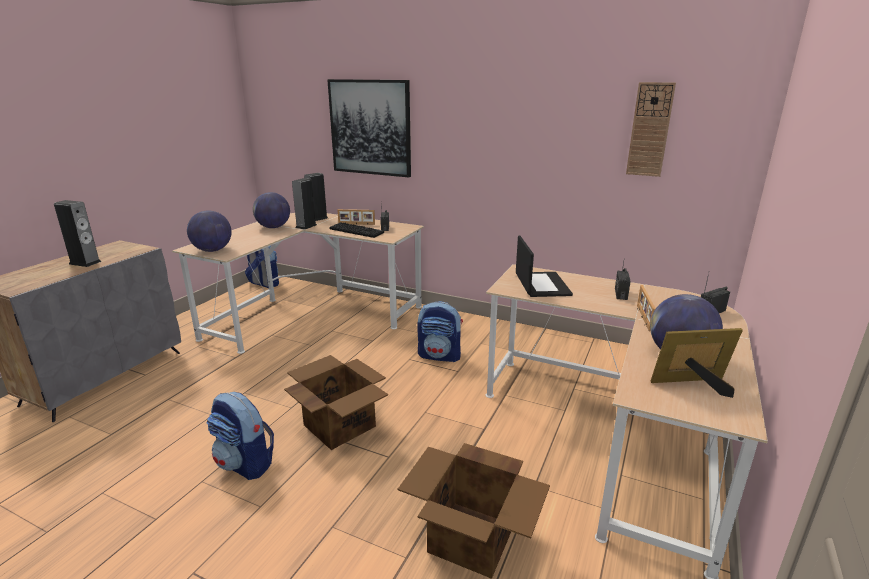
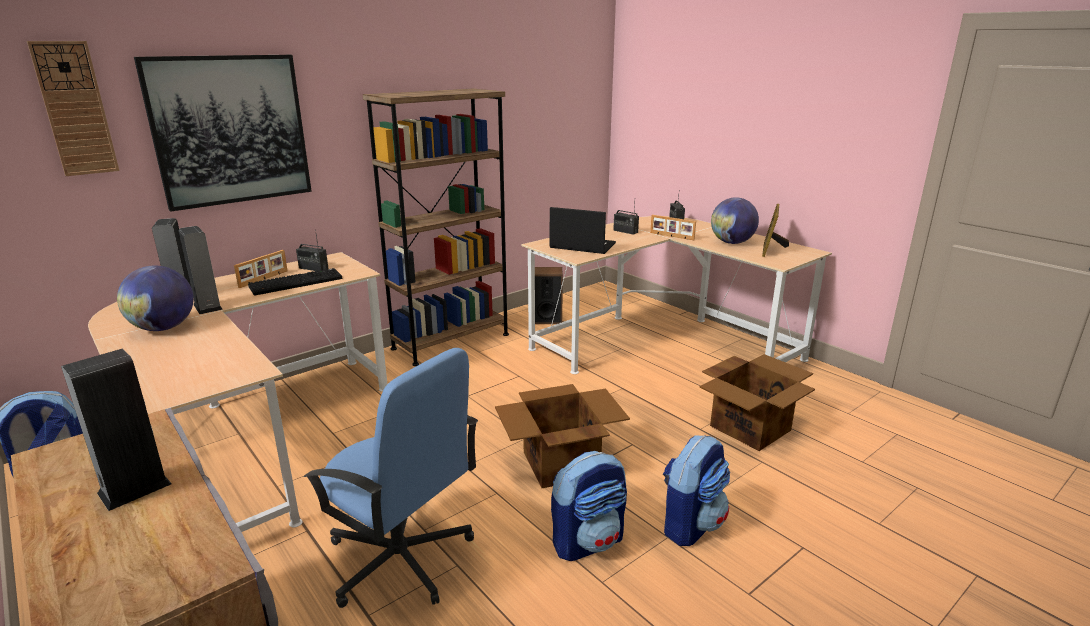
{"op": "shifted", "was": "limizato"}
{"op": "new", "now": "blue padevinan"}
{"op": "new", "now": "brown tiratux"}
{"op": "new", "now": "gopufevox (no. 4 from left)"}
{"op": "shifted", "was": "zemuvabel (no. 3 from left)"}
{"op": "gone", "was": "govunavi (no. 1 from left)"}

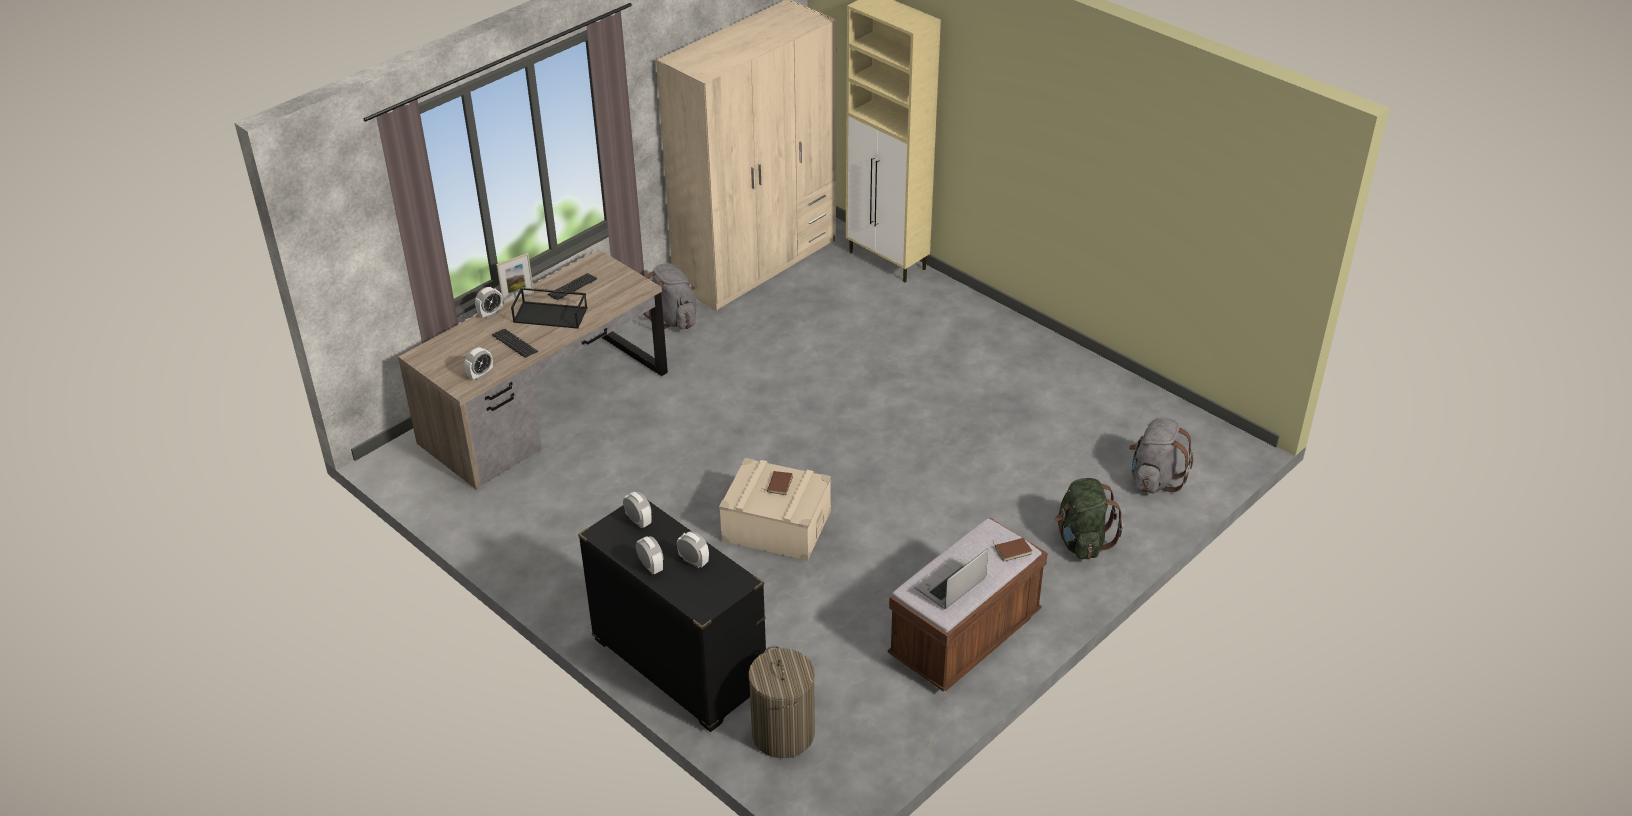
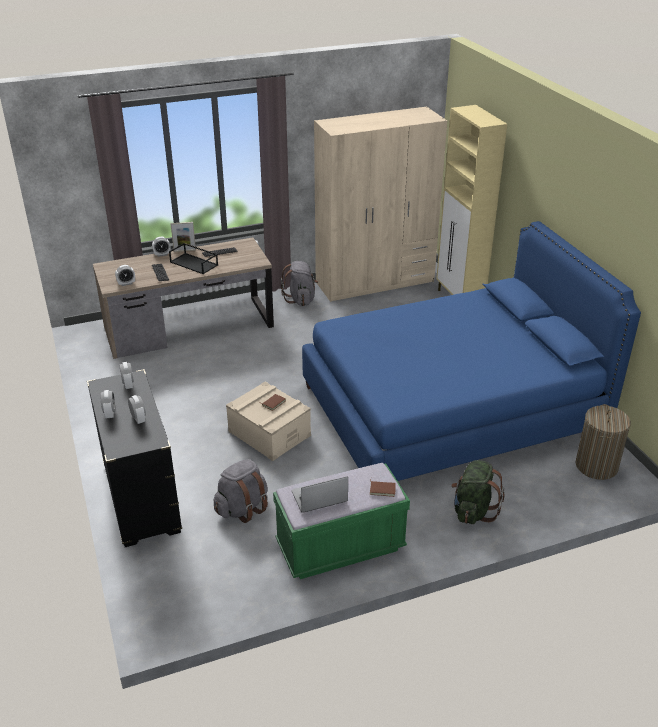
{"op": "shifted", "was": "grey zemuvabel (no. 2 from left in the first image)", "now": "grey zemuvabel (no. 1 from left)"}
{"op": "repainted", "was": "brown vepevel", "now": "green vepevel"}
{"op": "new", "now": "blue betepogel"}
{"op": "shifted", "was": "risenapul"}

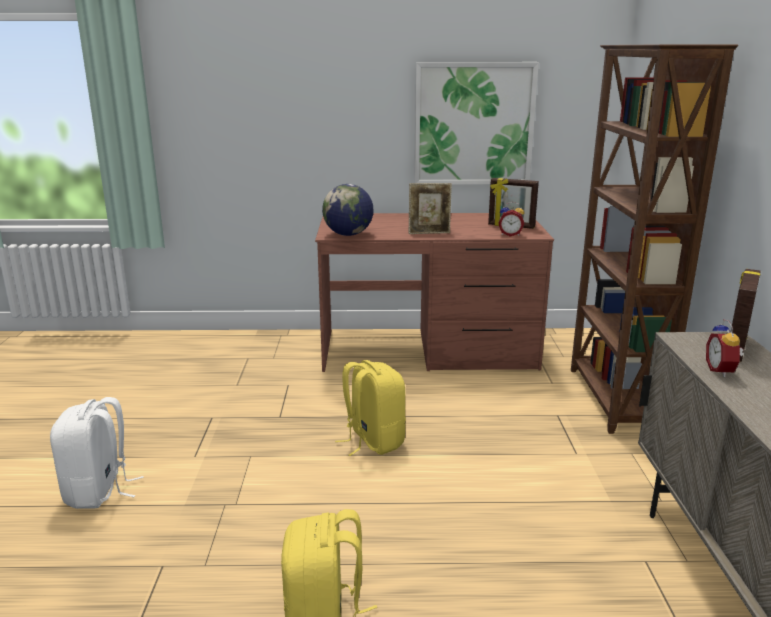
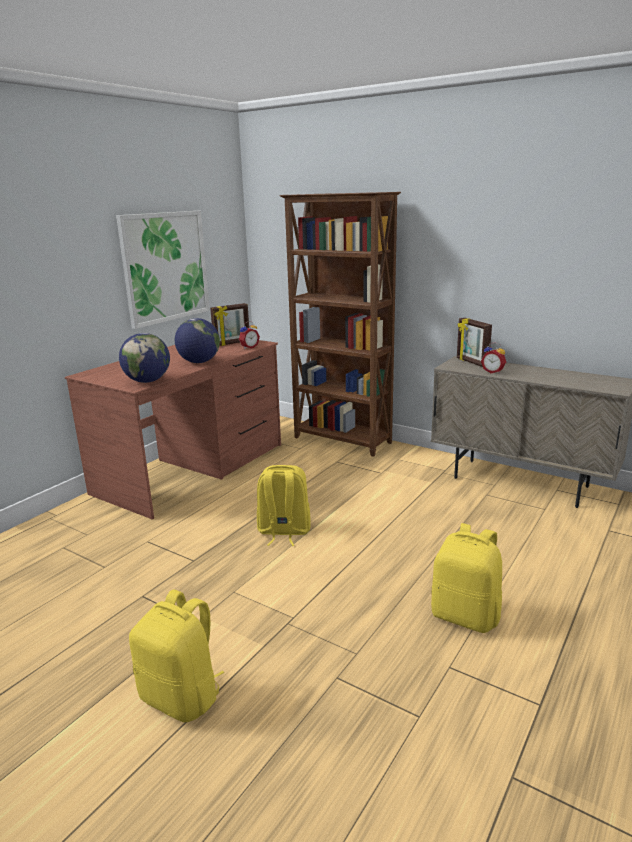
{"op": "repainted", "was": "white zemuvabel", "now": "yellow zemuvabel (no. 1 from left)"}
{"op": "swapped", "was": "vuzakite (no. 1 from left)", "now": "govunavi (no. 2 from left)"}

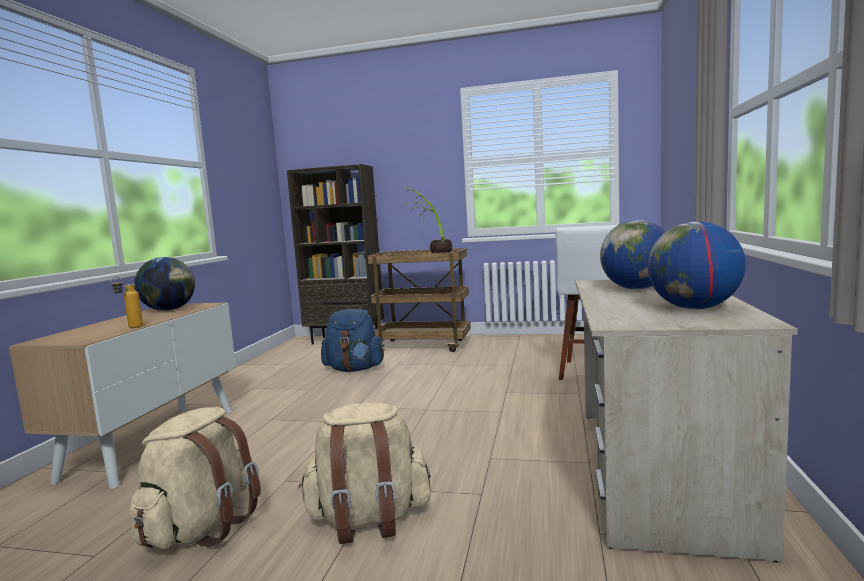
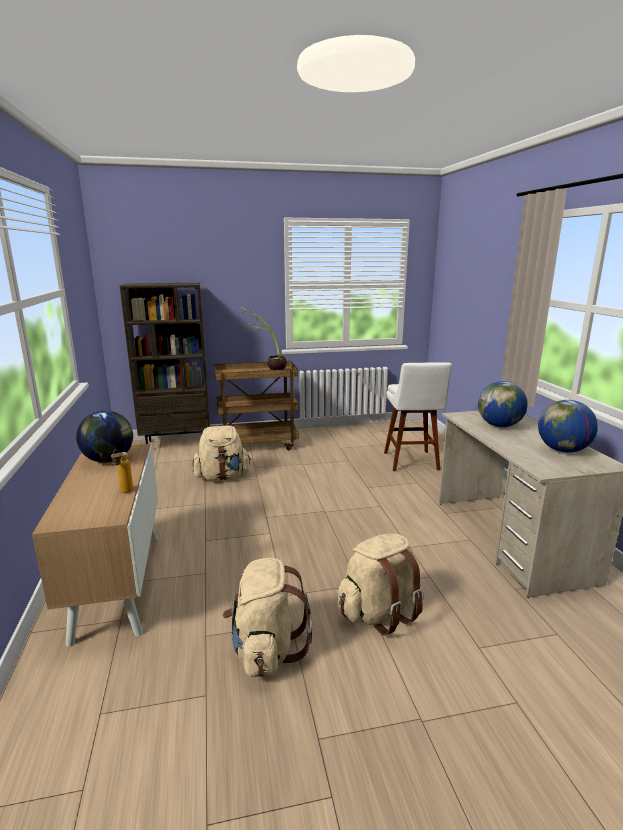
{"op": "repainted", "was": "blue zemuvabel", "now": "beige zemuvabel (no. 1 from left)"}

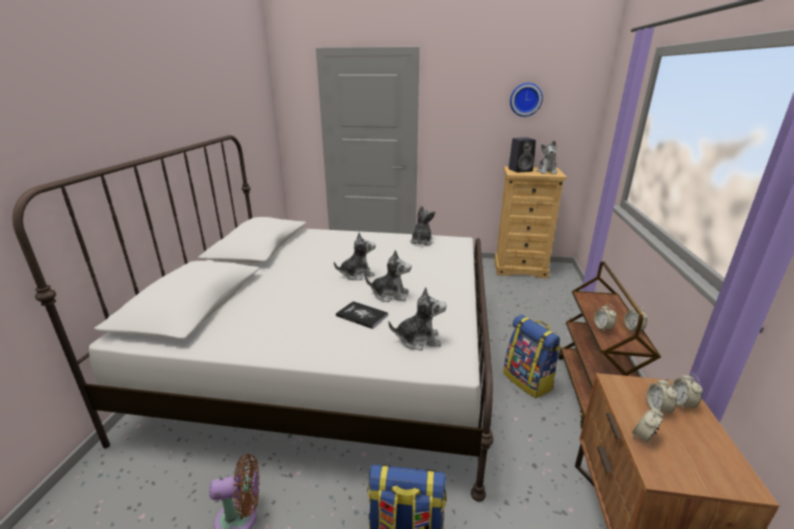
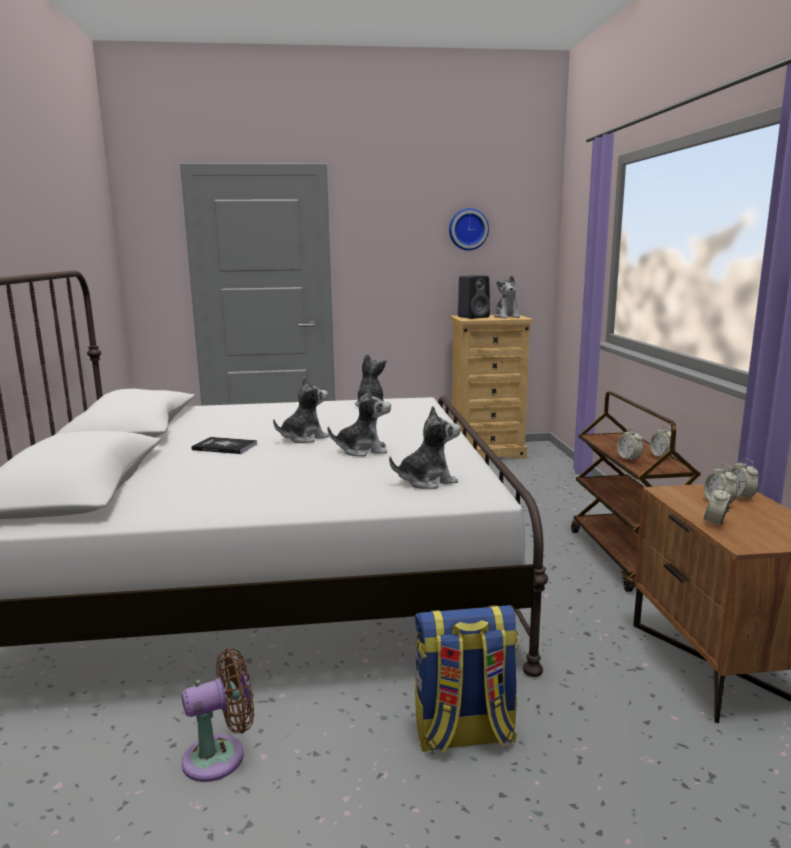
{"op": "shifted", "was": "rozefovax"}
{"op": "gone", "was": "zemuvabel (no. 2 from left)"}

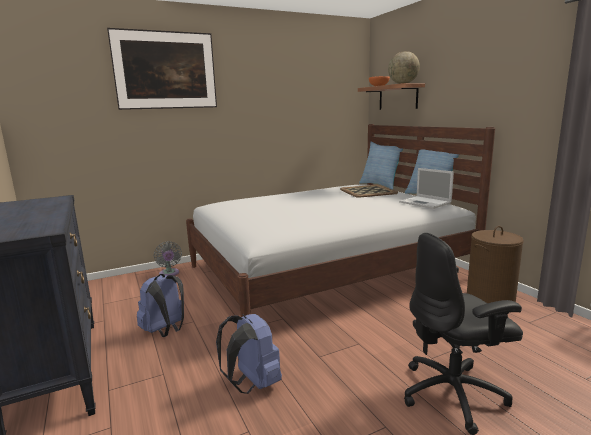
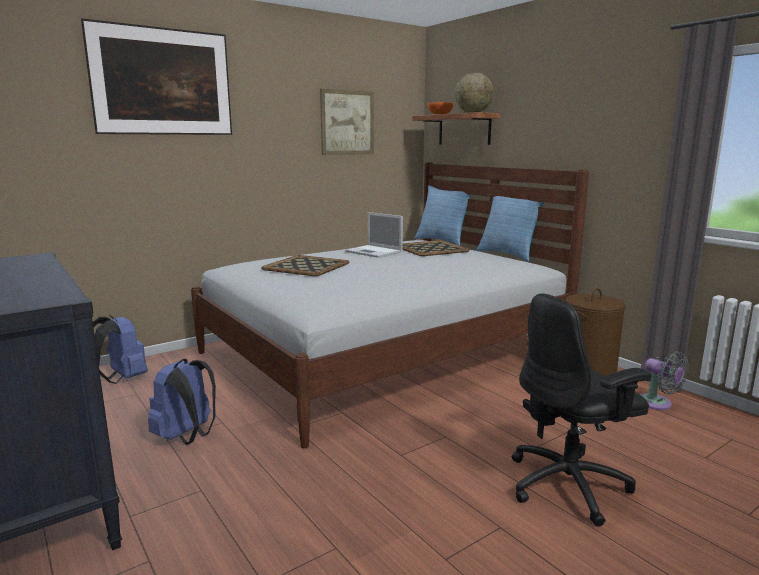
{"op": "shifted", "was": "blue zemuvabel (no. 2 from left in the first image)", "now": "blue zemuvabel (no. 1 from left)"}
{"op": "new", "now": "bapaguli (no. 1 from left)"}
{"op": "new", "now": "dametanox (no. 2 from left)"}
{"op": "shifted", "was": "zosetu"}
{"op": "shifted", "was": "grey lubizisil"}

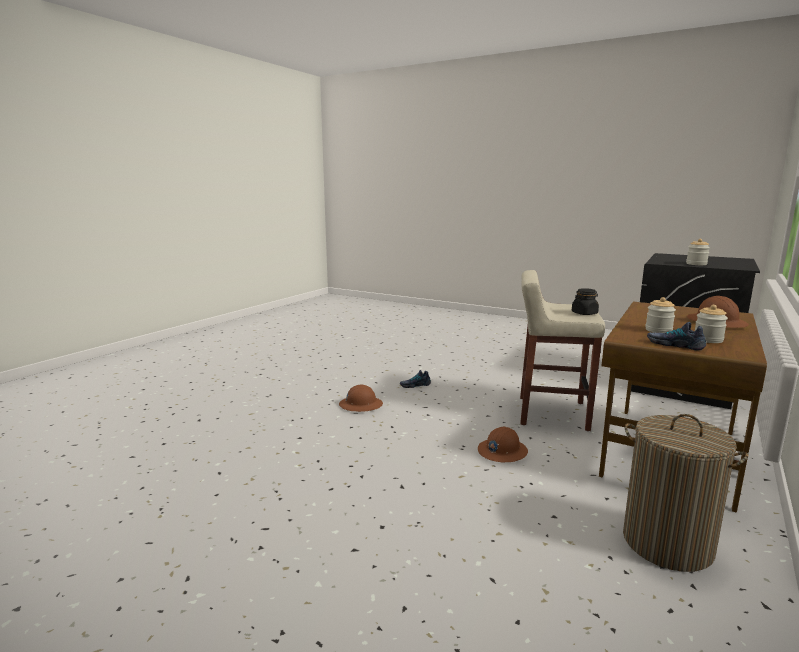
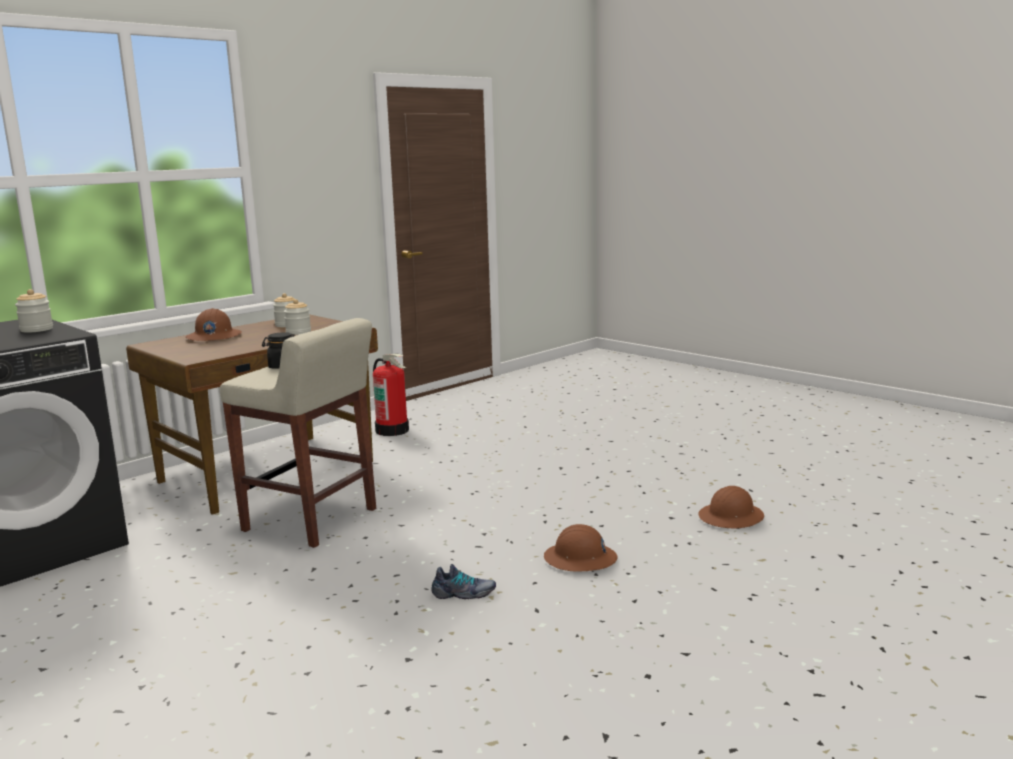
{"op": "swapped", "was": "risenapul", "now": "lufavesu"}
{"op": "shifted", "was": "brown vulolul (no. 2 from left in the first image)", "now": "brown vulolul (no. 3 from left)"}
{"op": "gone", "was": "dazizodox (no. 2 from left)"}

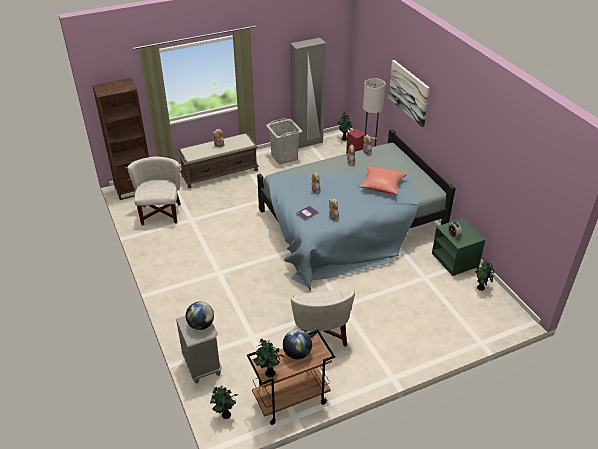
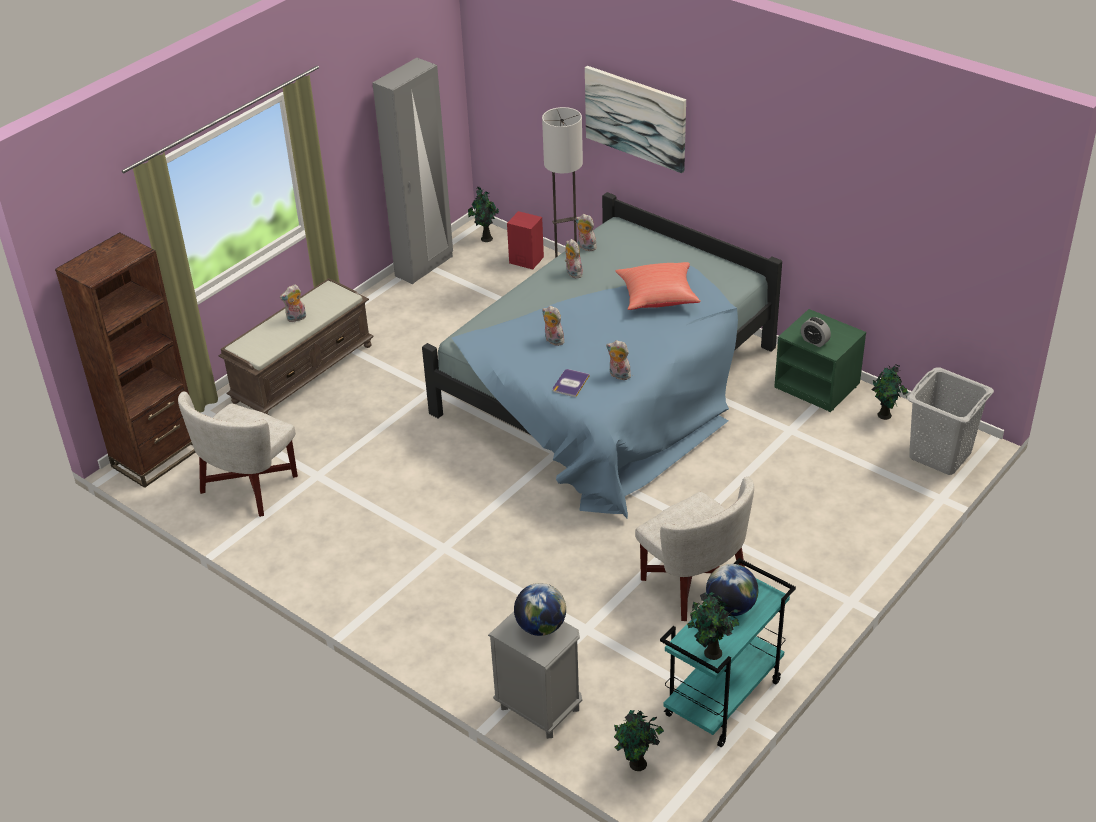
{"op": "rotated", "was": "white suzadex (no. 1 from left)", "clockwise": -120}
{"op": "repainted", "was": "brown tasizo", "now": "turquoise tasizo"}
{"op": "shifted", "was": "grey risenapul"}

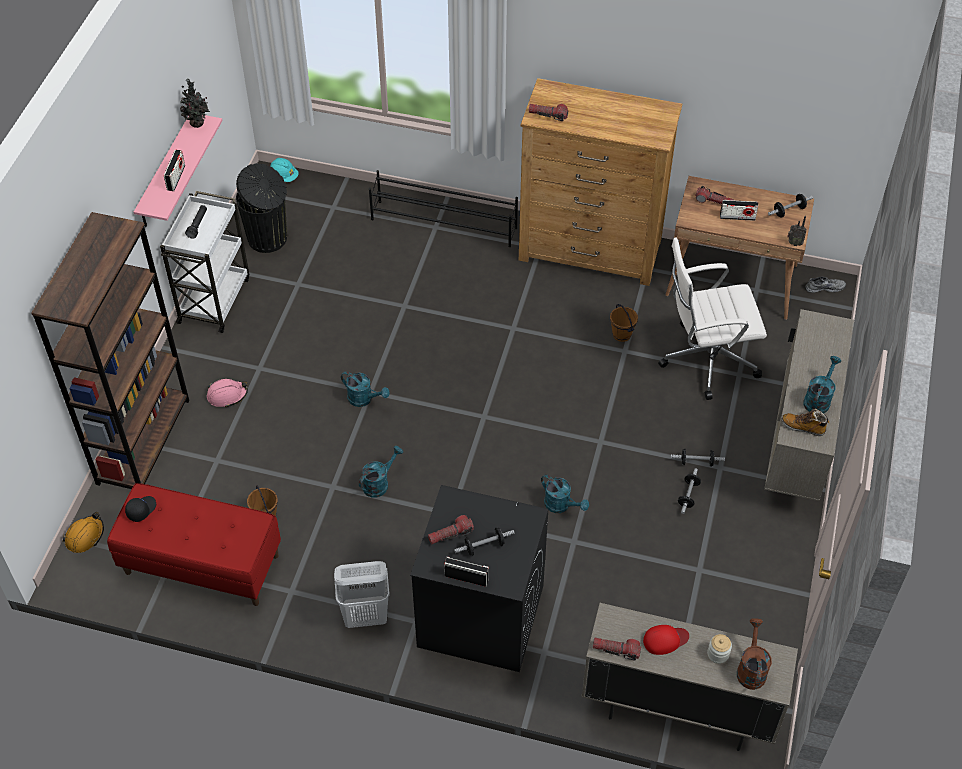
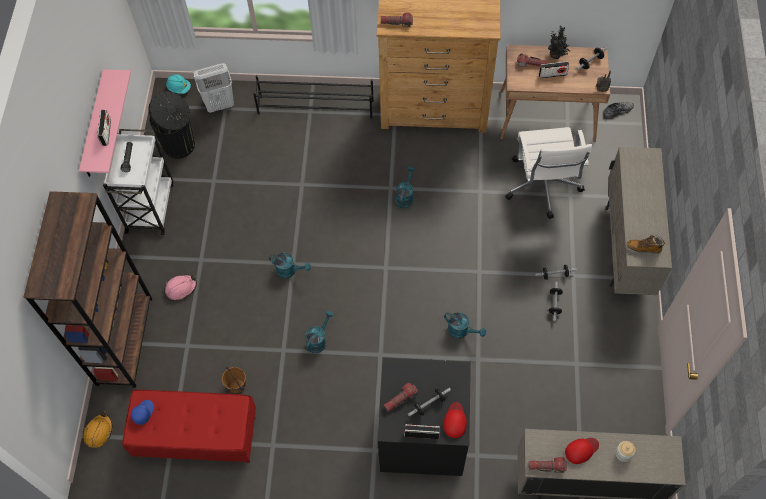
{"op": "repainted", "was": "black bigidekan", "now": "blue bigidekan"}
{"op": "shifted", "was": "white risenapul"}
{"op": "shifted", "was": "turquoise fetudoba (no. 4 from left in the first image)", "now": "turquoise fetudoba (no. 3 from left)"}
{"op": "new", "now": "red bigidekan (no. 1 from left)"}
{"op": "rotated", "was": "white padevinan", "clockwise": -75}
{"op": "shifted", "was": "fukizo"}
{"op": "gone", "was": "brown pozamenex (no. 2 from left)"}
{"op": "gone", "was": "brown fetudoba"}

